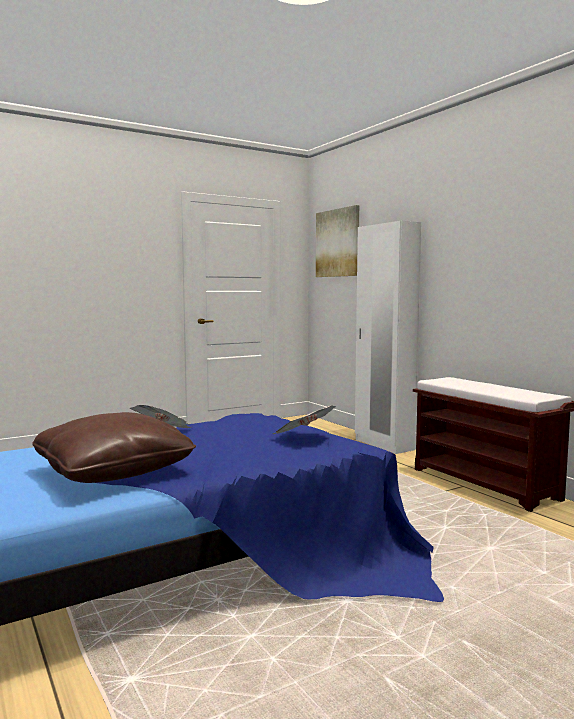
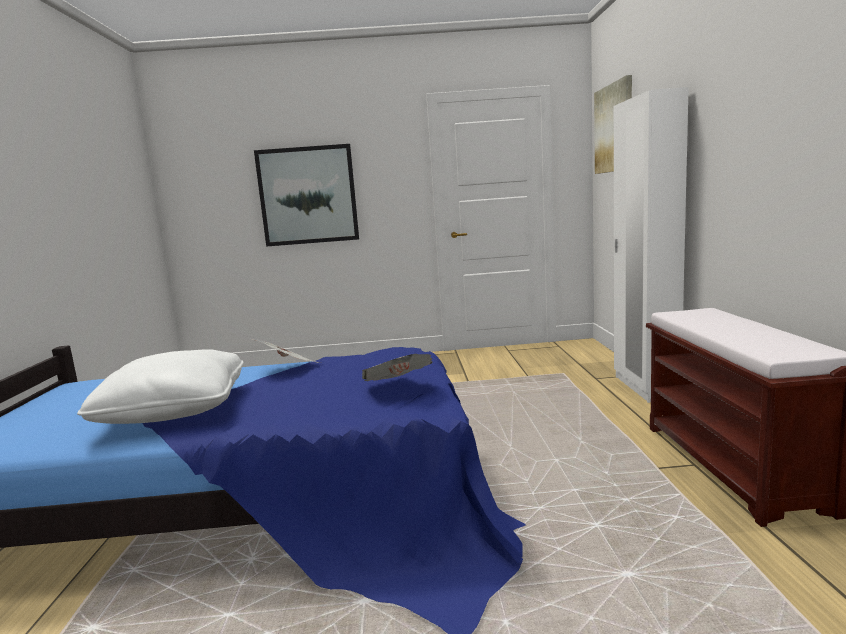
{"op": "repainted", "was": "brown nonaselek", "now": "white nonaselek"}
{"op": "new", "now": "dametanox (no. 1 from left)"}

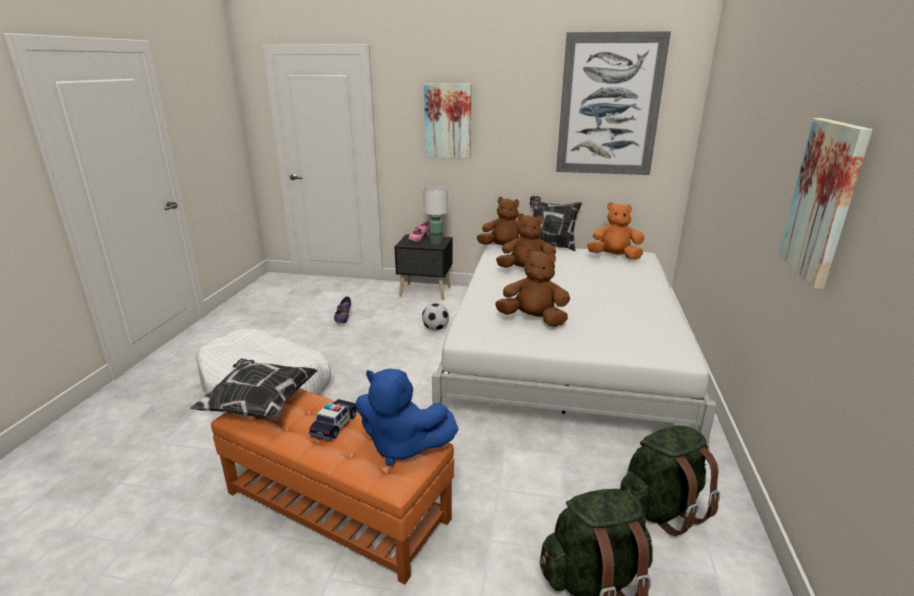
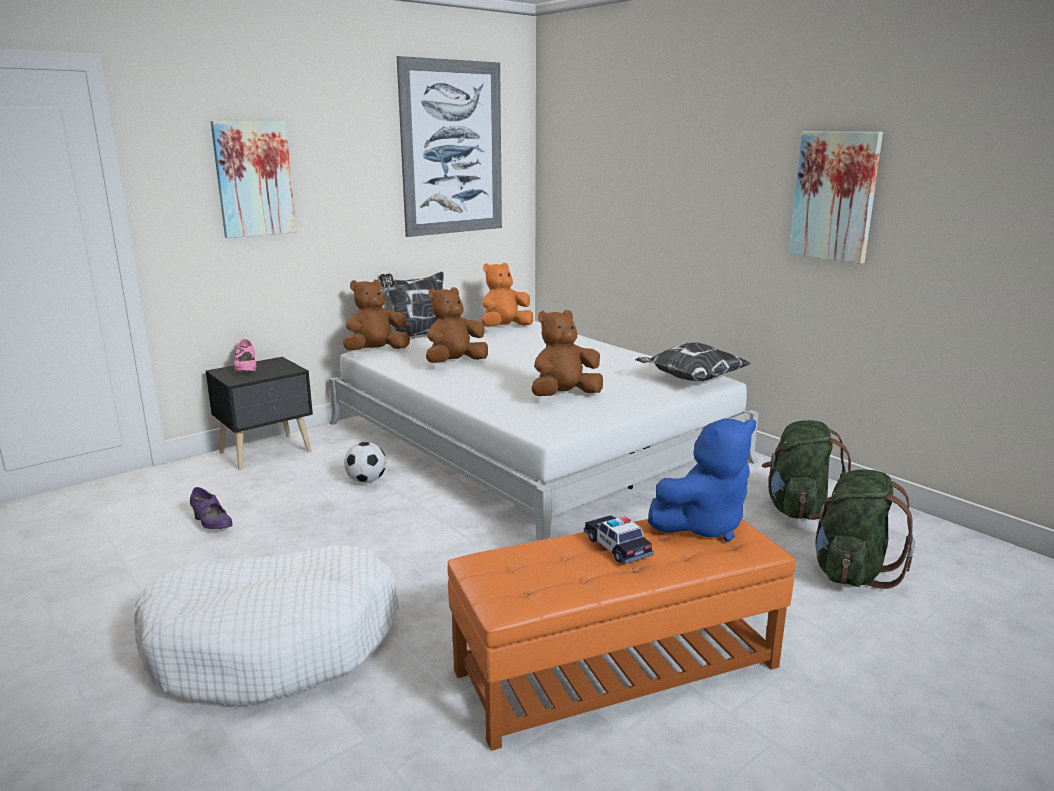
{"op": "shifted", "was": "nonaselek (no. 1 from left in the first image)", "now": "nonaselek (no. 2 from left)"}
{"op": "gone", "was": "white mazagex"}

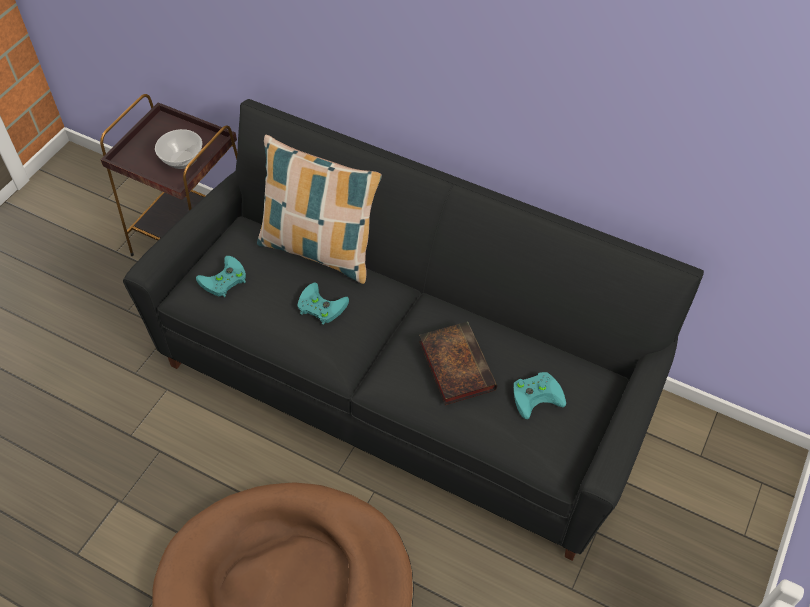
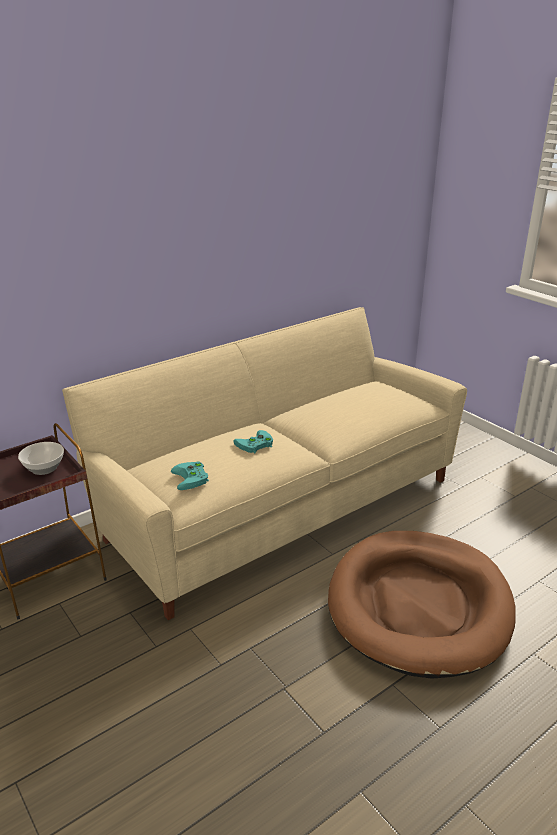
{"op": "repainted", "was": "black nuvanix", "now": "beige nuvanix"}
{"op": "gone", "was": "nonaselek"}
{"op": "gone", "was": "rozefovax"}
{"op": "gone", "was": "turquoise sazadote (no. 3 from left)"}

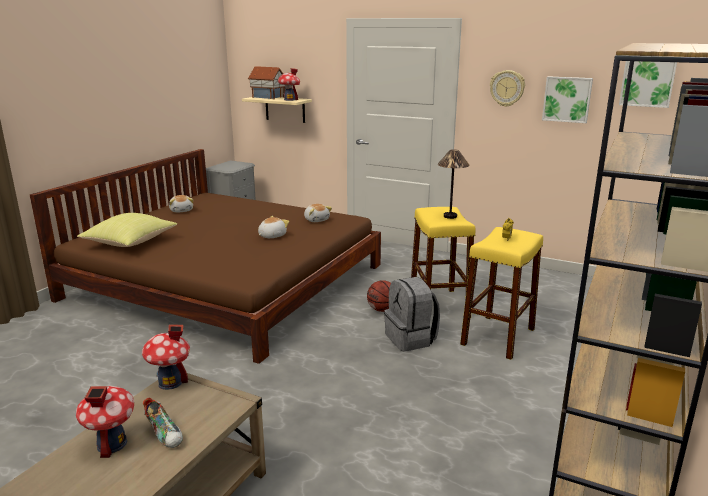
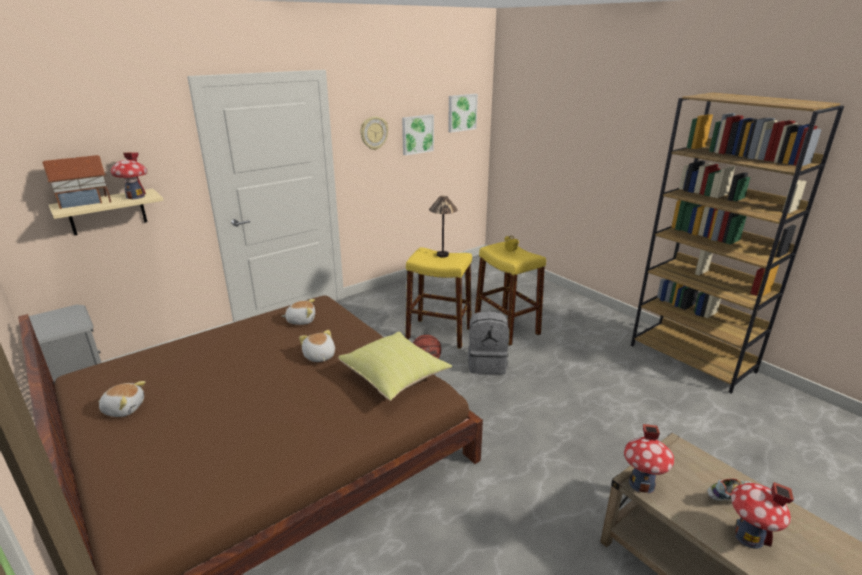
{"op": "shifted", "was": "yellow nonaselek"}

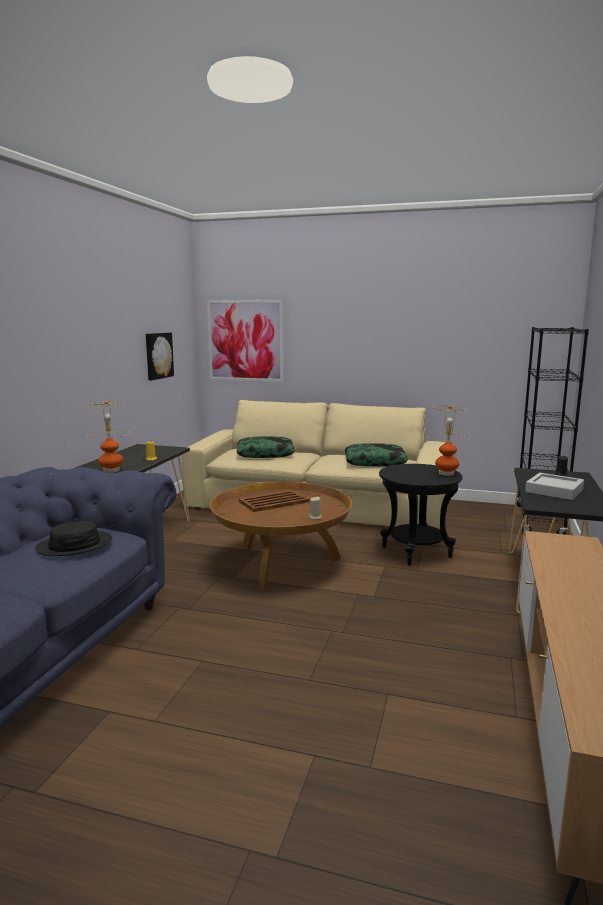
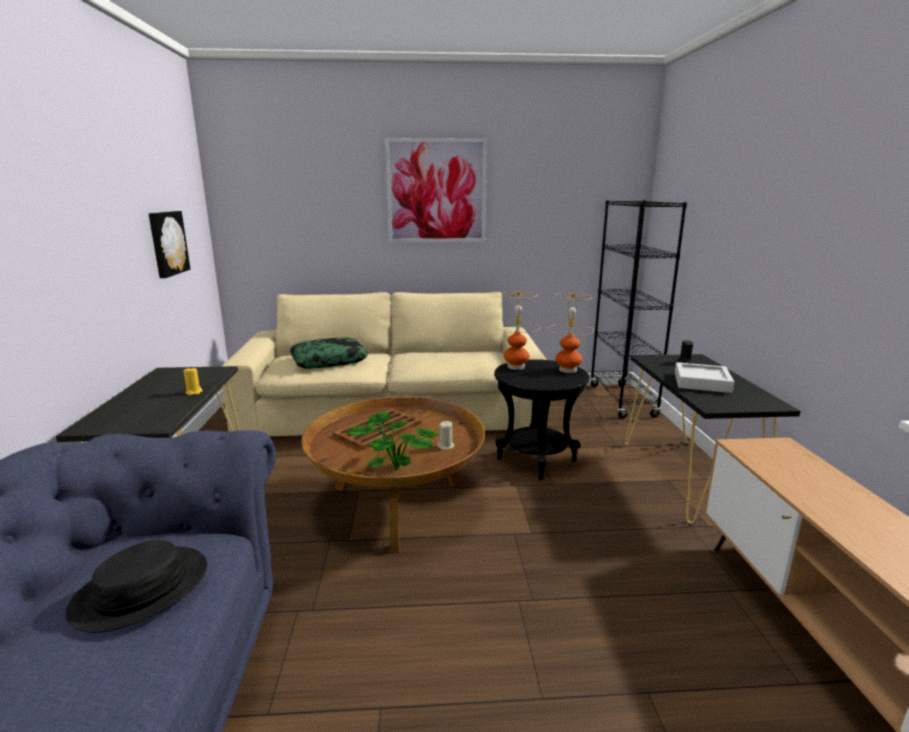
{"op": "new", "now": "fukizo"}
{"op": "shifted", "was": "dametanox (no. 2 from left)"}
{"op": "shifted", "was": "mazagex (no. 1 from left)"}
{"op": "gone", "was": "nonaselek (no. 2 from left)"}

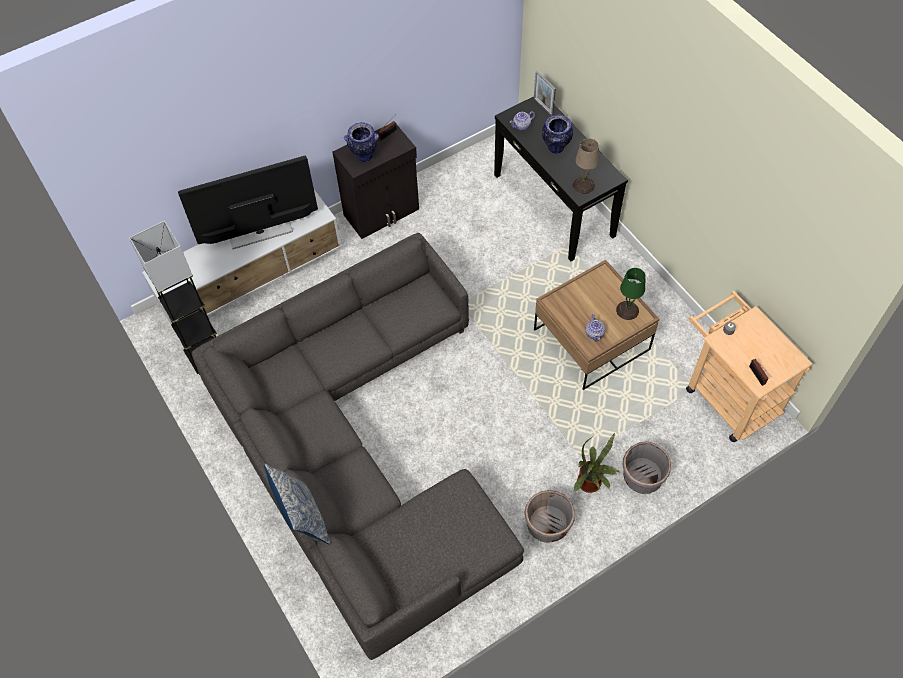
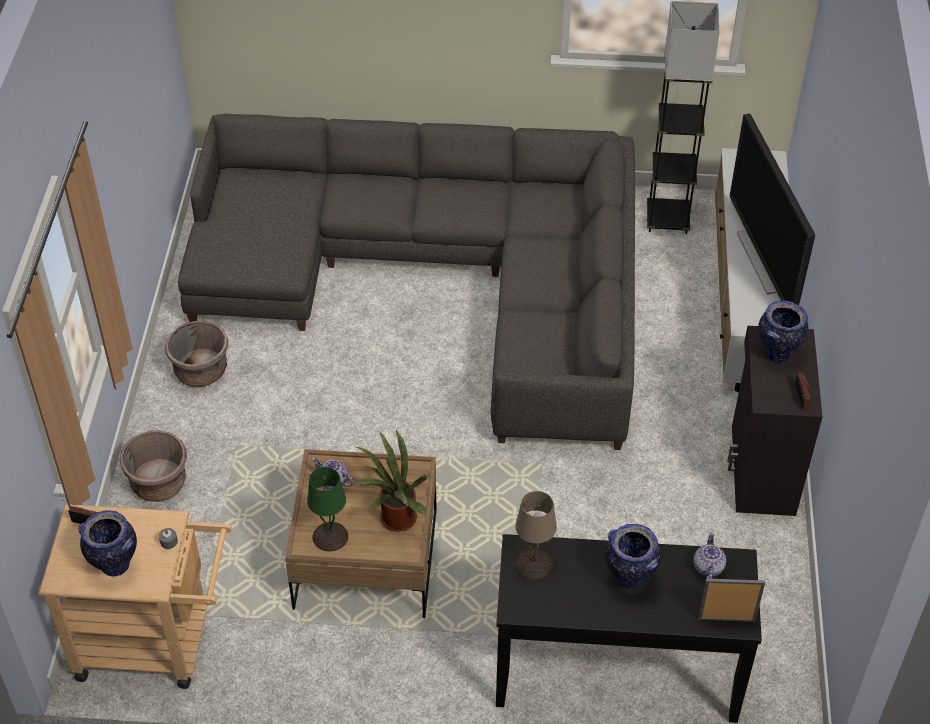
{"op": "new", "now": "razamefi (no. 1 from left)"}
{"op": "shifted", "was": "fukizo"}
{"op": "rotated", "was": "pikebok", "clockwise": 150}
{"op": "gone", "was": "nonaselek"}

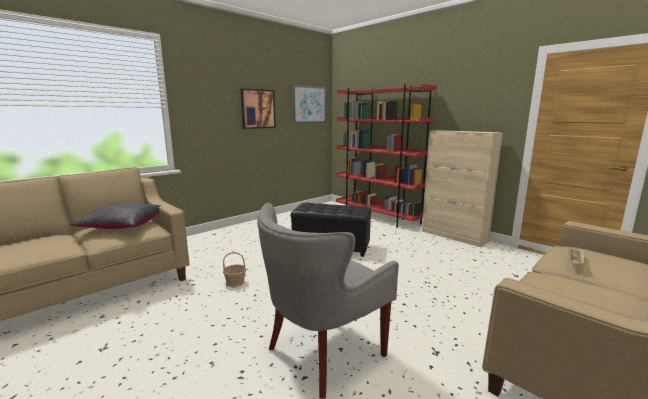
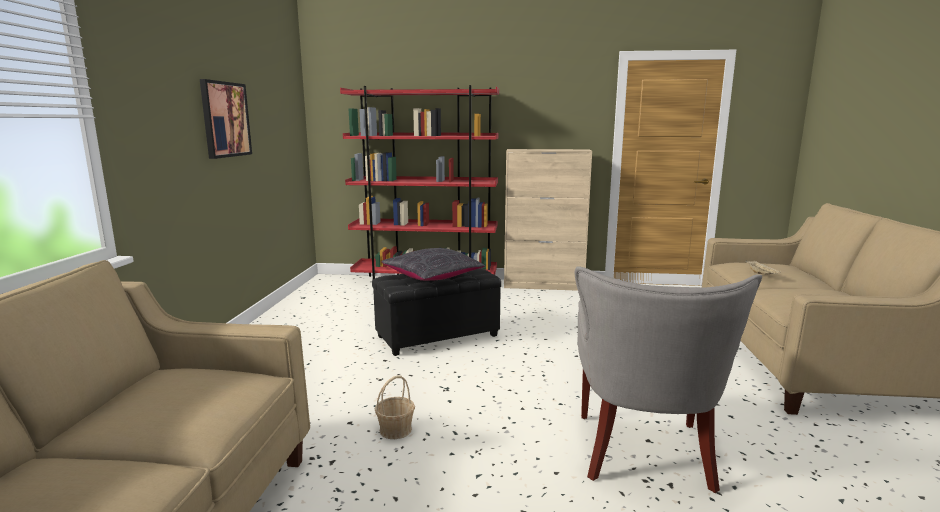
{"op": "shifted", "was": "black nonaselek"}
{"op": "gone", "was": "dametanox (no. 2 from left)"}

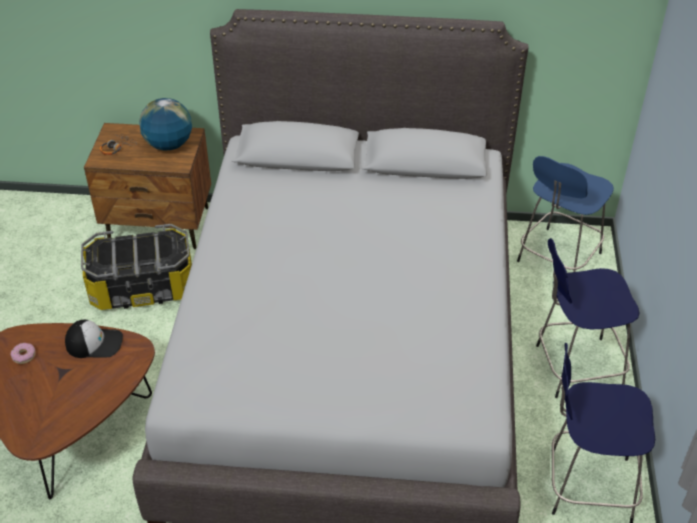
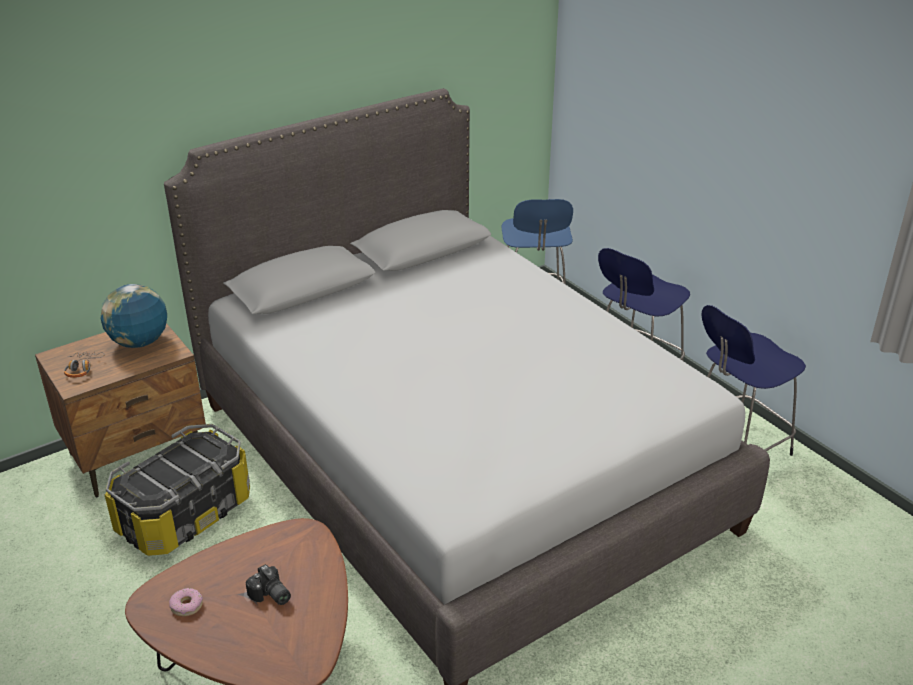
{"op": "new", "now": "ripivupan"}
{"op": "gone", "was": "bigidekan"}

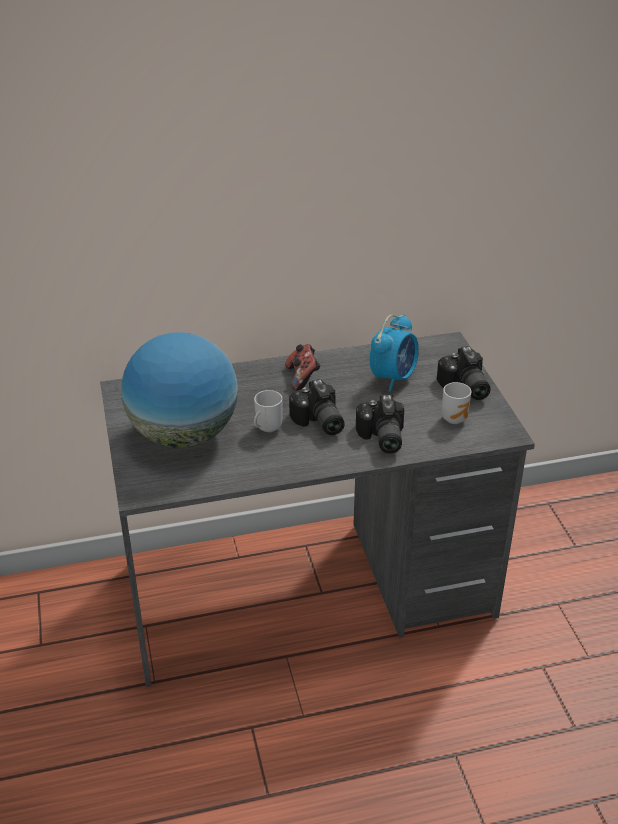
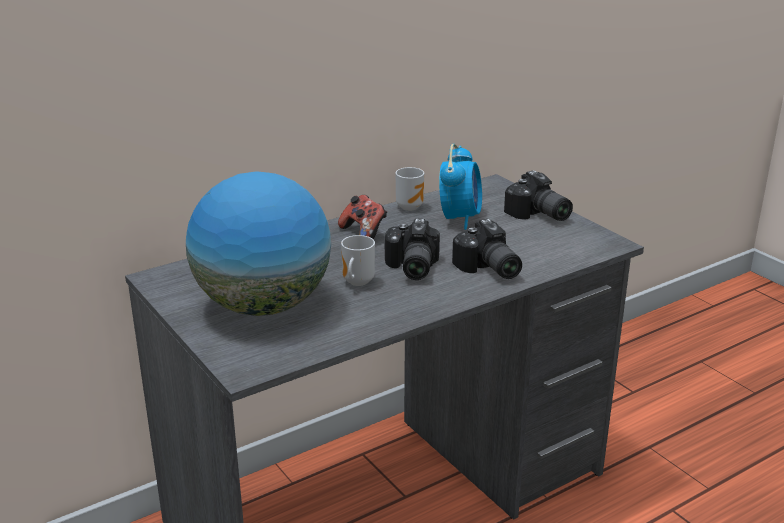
{"op": "rotated", "was": "ripivupan (no. 1 from left)", "clockwise": 45}
{"op": "shifted", "was": "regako (no. 2 from left)"}

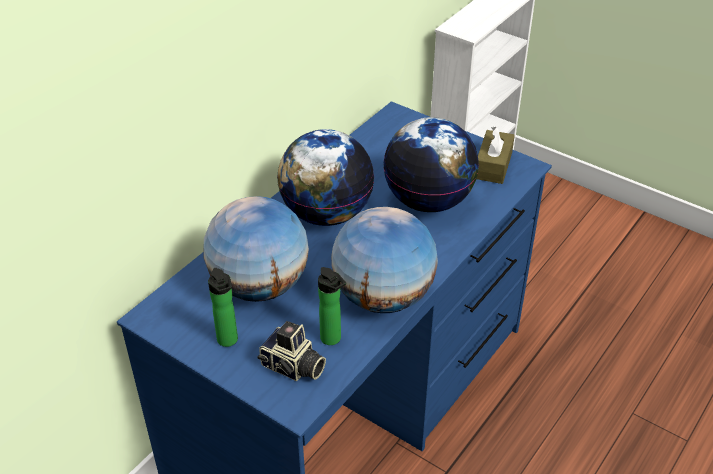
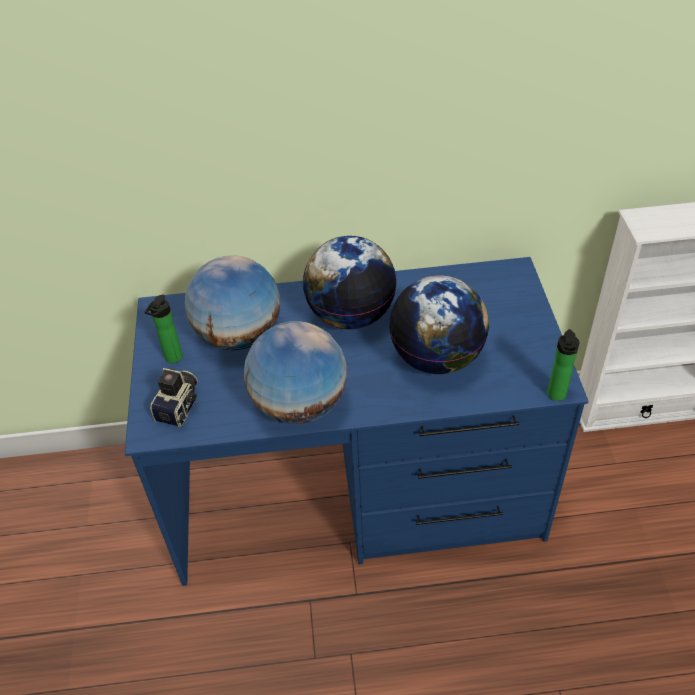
{"op": "rotated", "was": "ripivupan", "clockwise": -150}
{"op": "shifted", "was": "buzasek (no. 2 from left)"}
{"op": "gone", "was": "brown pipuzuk"}

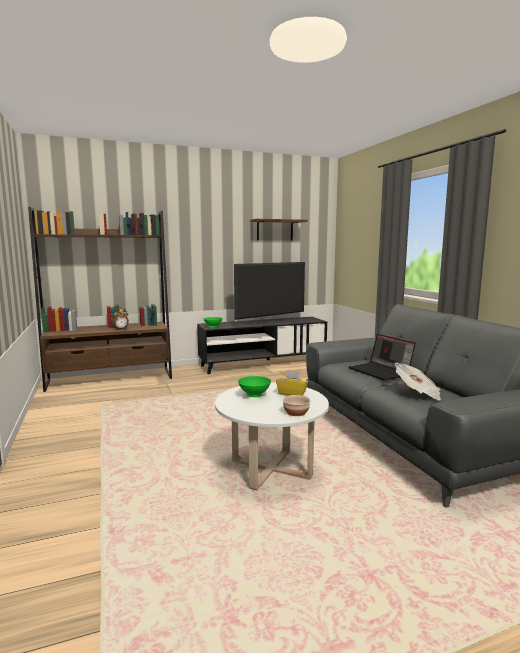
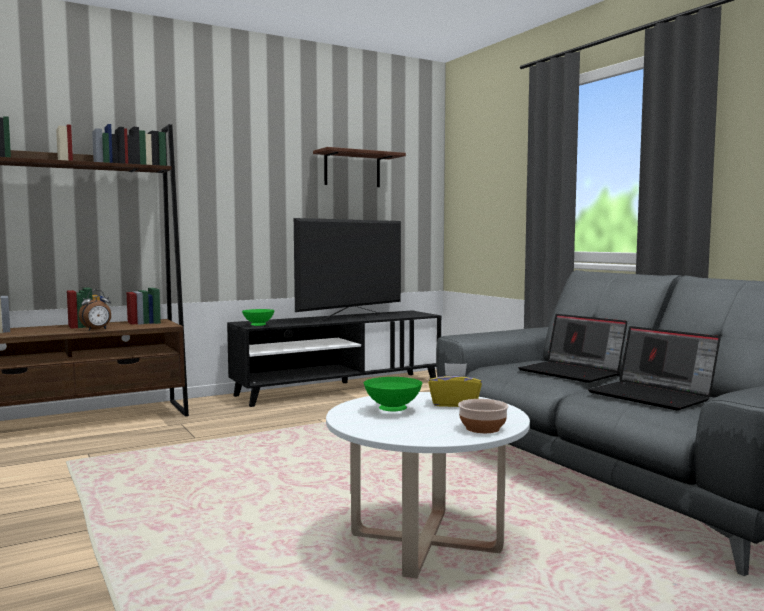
{"op": "swapped", "was": "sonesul", "now": "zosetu (no. 2 from left)"}

